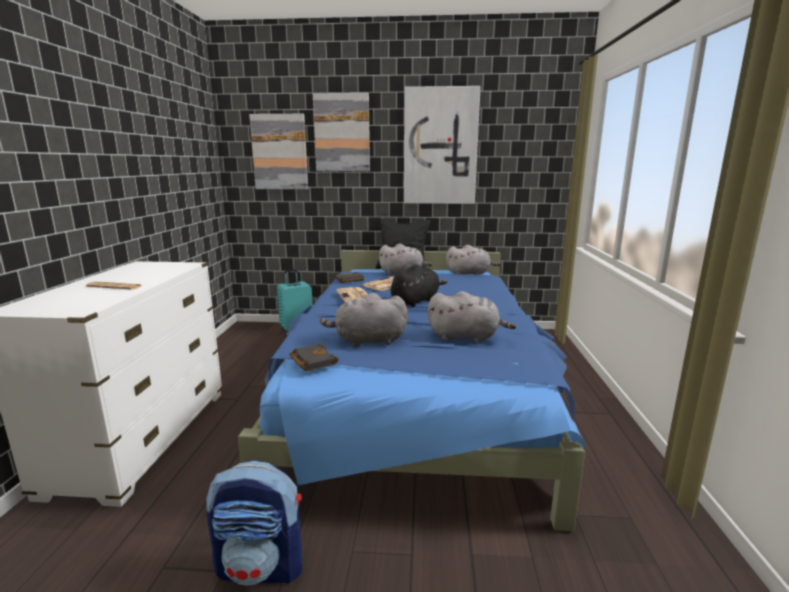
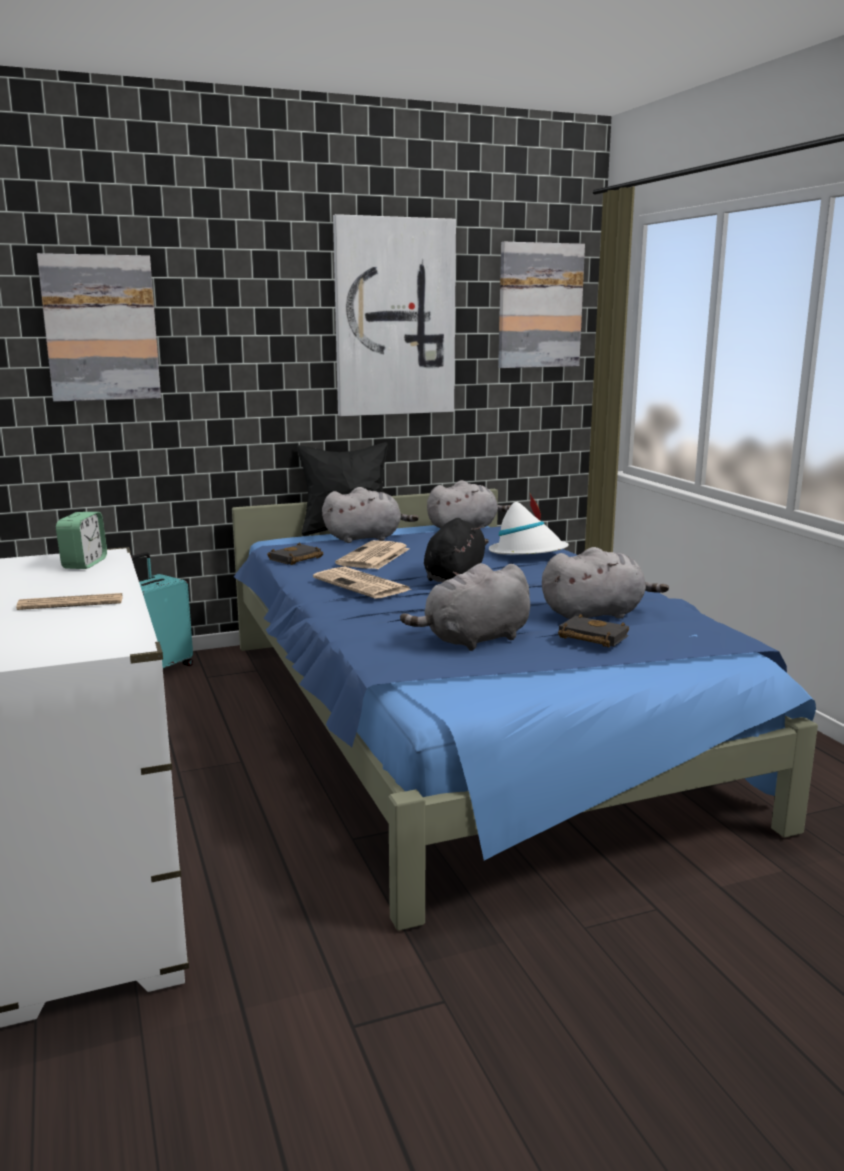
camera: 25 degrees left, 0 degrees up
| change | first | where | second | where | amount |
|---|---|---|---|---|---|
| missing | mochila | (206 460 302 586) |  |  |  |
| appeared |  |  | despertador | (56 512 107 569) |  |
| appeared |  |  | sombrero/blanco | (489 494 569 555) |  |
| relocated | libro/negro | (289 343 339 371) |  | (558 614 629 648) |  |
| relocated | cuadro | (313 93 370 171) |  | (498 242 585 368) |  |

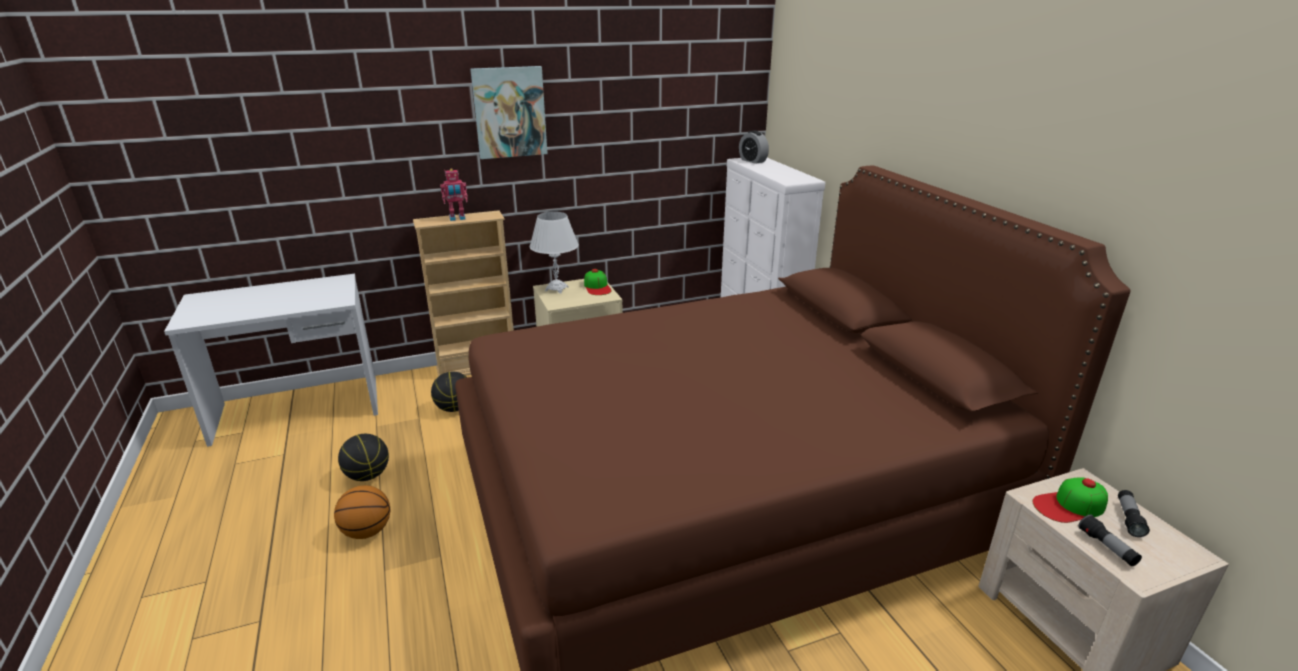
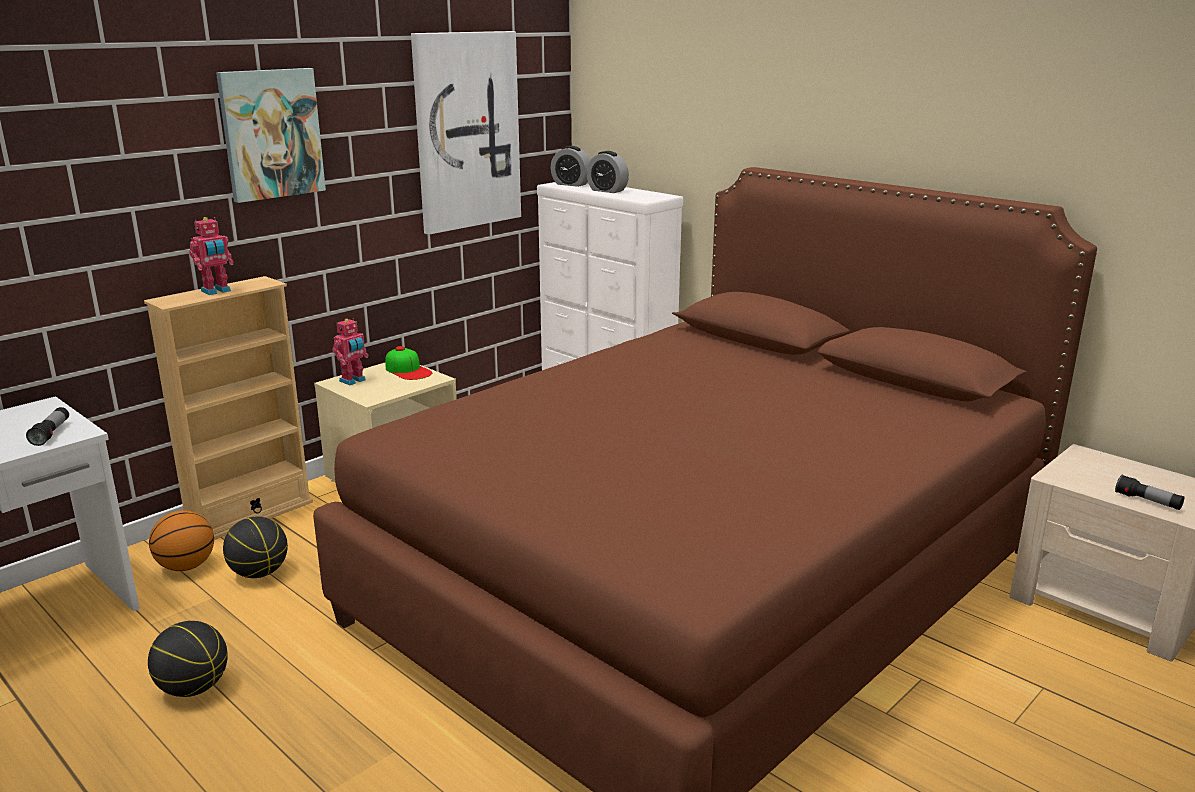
camera: 25 degrees left, 5 degrees down
| change | first | where | second | where | amount |
|---|---|---|---|---|---|
| missing | gorra | (1033 477 1108 523) |  |  |  |
| appeared |  |  | cuadro | (411 31 521 235) |  |
| appeared |  |  | despertador | (586 151 629 193) |  |
| relocated | balón de baloncesto | (334 485 390 539) |  | (149 511 214 571) |  |
| relocated | linterna | (1118 490 1150 537) |  | (26 407 69 446) |  |
| exchanged | lámpara de mesa/blanco | (530 212 579 293) | robot de juguete | (332 318 369 385) |  |

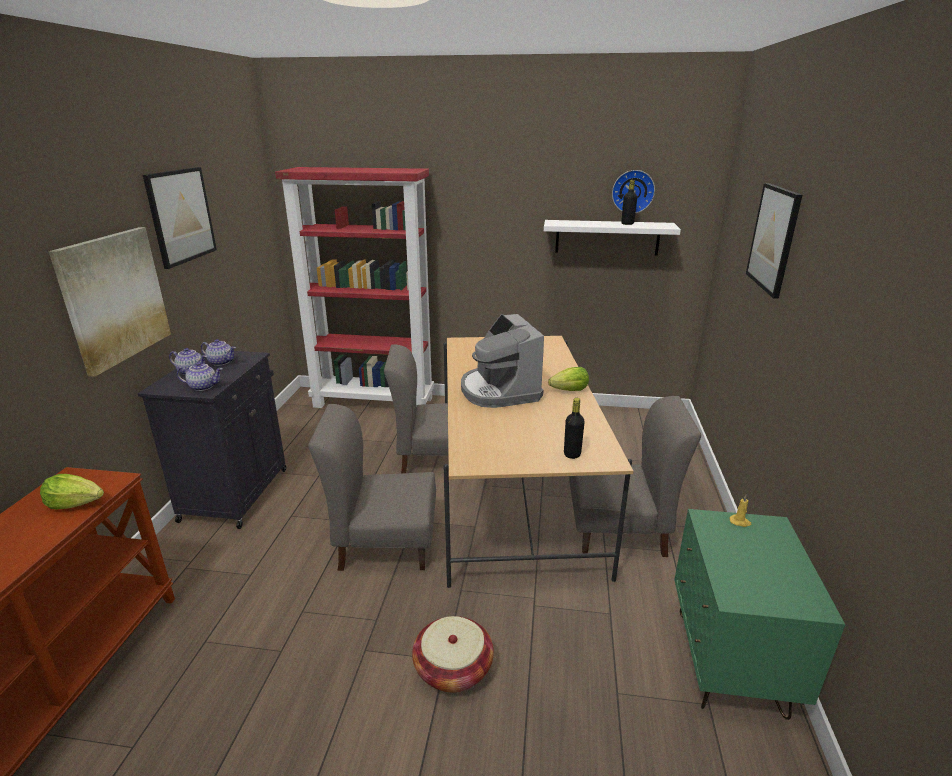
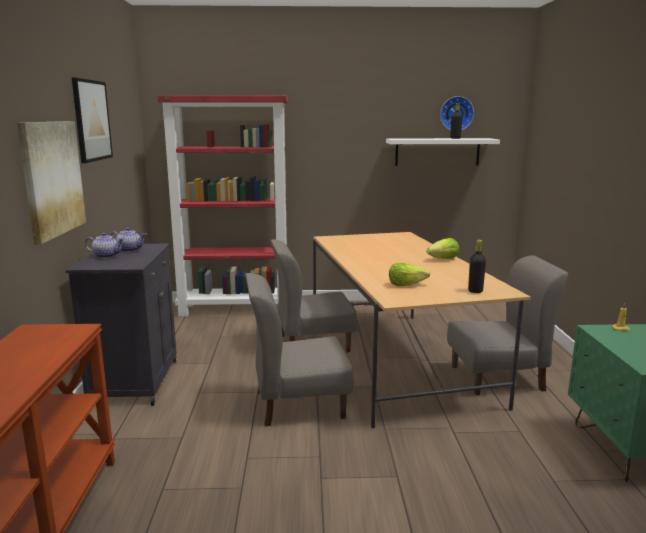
camera: 10 degrees left, 10 degrees down
| change | first | where | second | where | amount |
|---|---|---|---|---|---|
| missing | tetera | (177 362 223 391) |  |  |  |
| missing | cesta | (412 616 494 693) |  |  |  |
| missing | cafetera | (461 314 544 408) |  |  |  |
| missing | cuadro | (746 183 802 299) |  |  |  |
| relocated | lechuga | (40 474 104 509) |  | (389 263 430 286) |  |

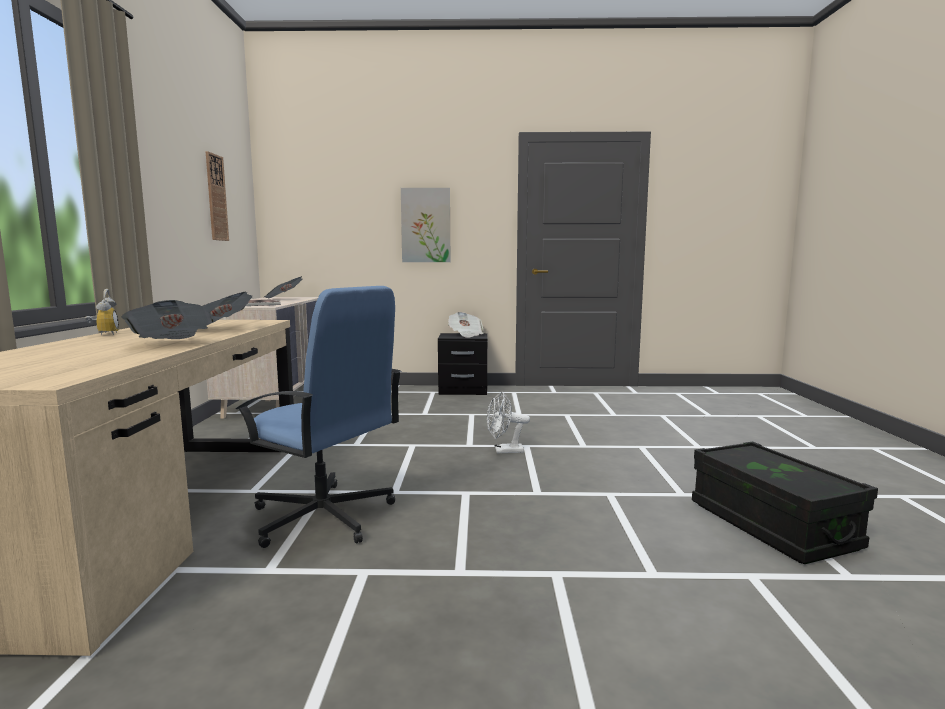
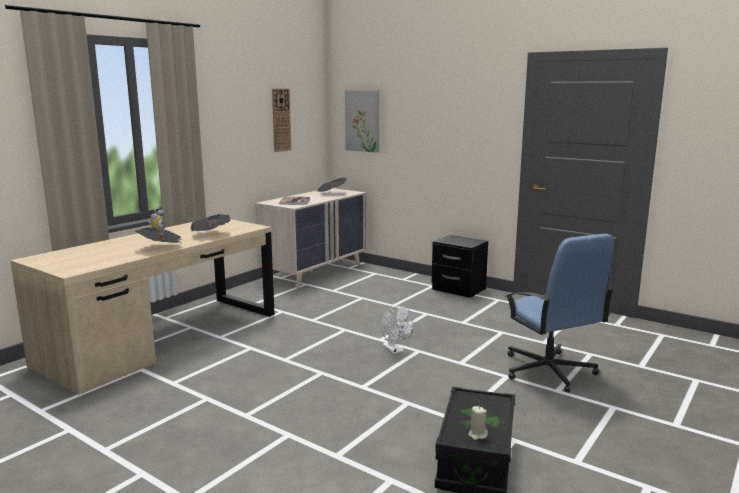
camera: 35 degrees right, 5 degrees up
| change | first | where | second | where | amount |
|---|---|---|---|---|---|
| missing | periódico | (448 312 483 338) |  |  |  |
| appeared |  |  | vela/beis | (468 406 488 440) |  |
| relocated | silla de oficina/azul | (236 286 402 548) |  | (506 234 614 393) |  |
| relocated | cuadro | (401 188 450 262) |  | (345 90 379 153) |  |
| spun | ventilador/blanco | (487 392 530 454) |  | (381 306 414 354) | 150 degrees counterclockwise |

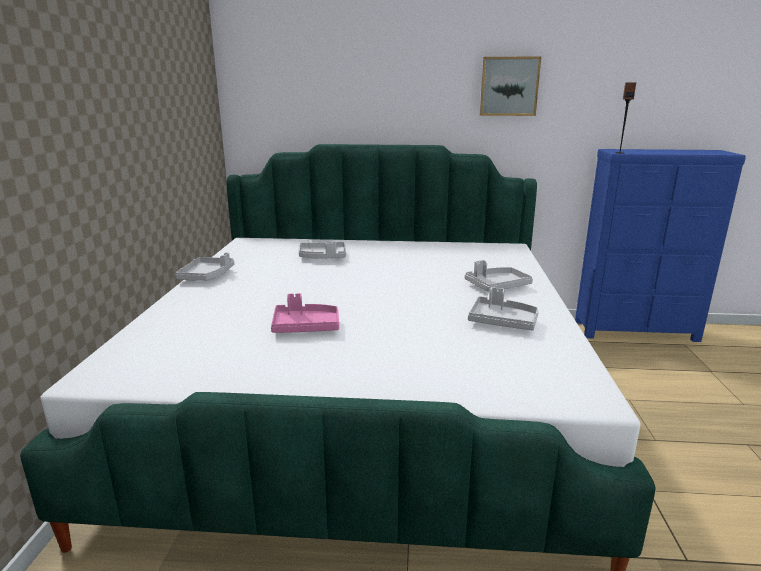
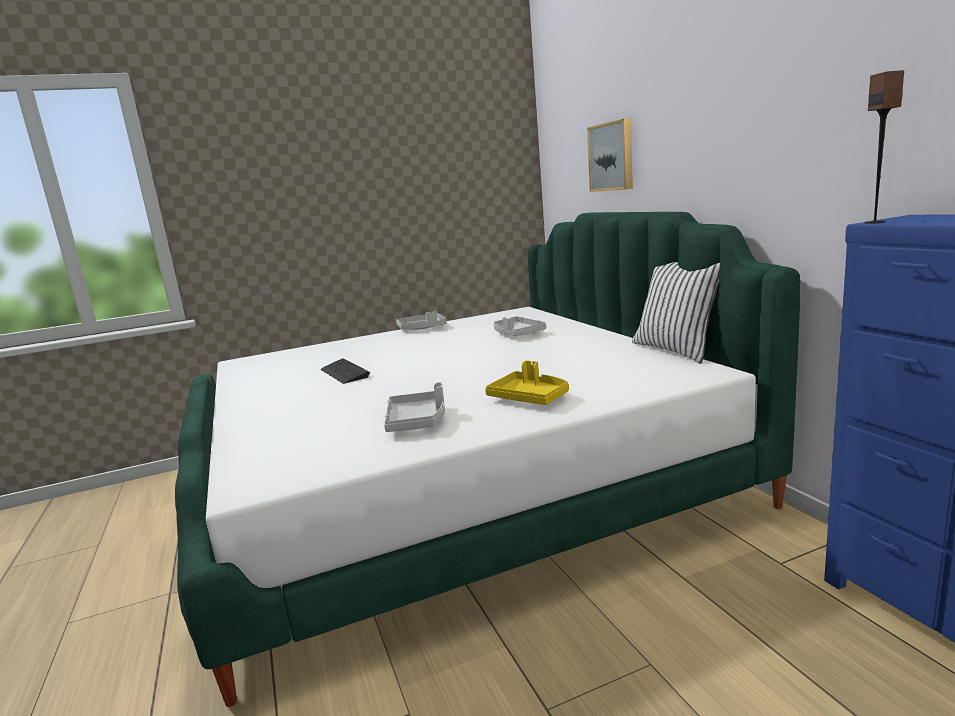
camera: 65 degrees right, 5 degrees down
| change | first | where | second | where | amount |
|---|---|---|---|---|---|
| appeared |  |  | cojín/blanco | (632 262 720 364) |  |
| relocated | cuadro | (480 57 541 116) |  | (587 118 633 192) |  |
| exchanged | bandeja/rosa | (271 293 339 333) | teclado | (321 358 370 384) |  |
| colour | bandeja/gris | (465 260 533 292) | bandeja/amarillo | (485 360 569 405) |  |

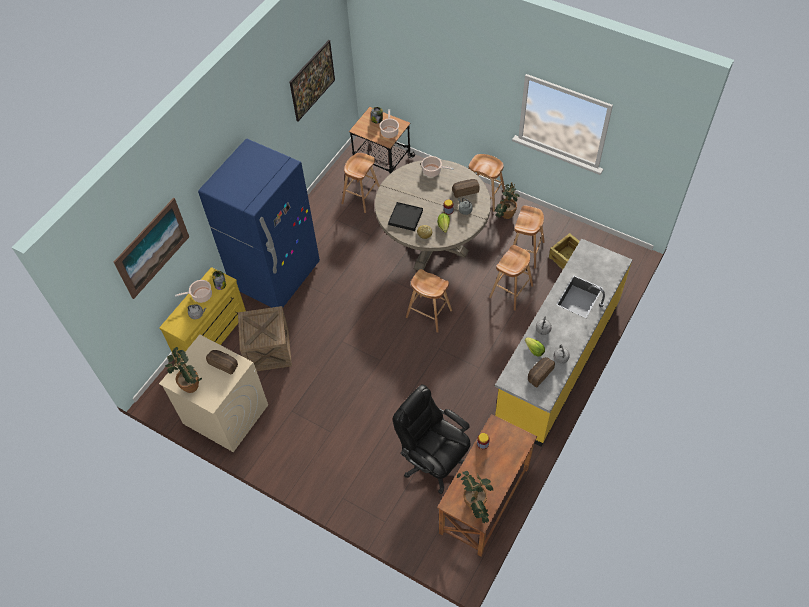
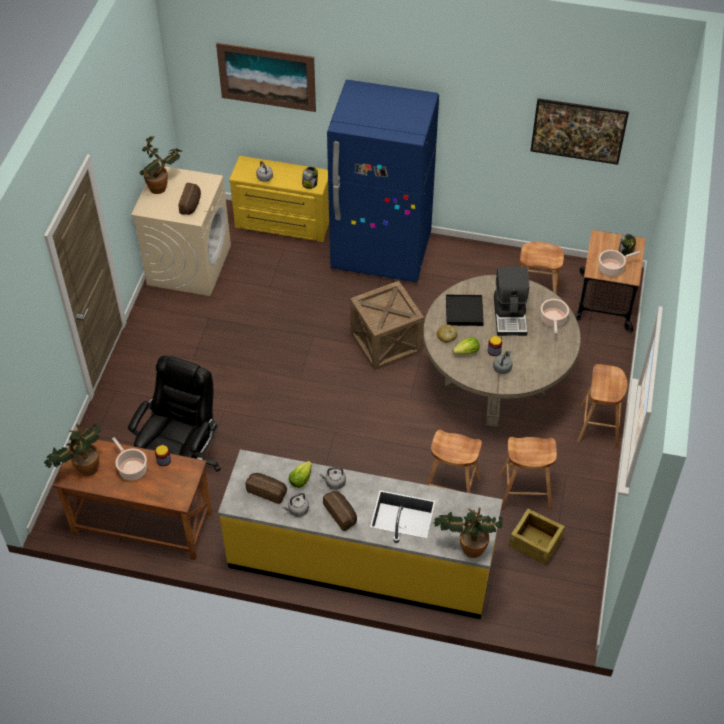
camera: 70 degrees right, 5 degrees down
| change | first | where | second | where | amount |
|---|---|---|---|---|---|
| missing | taburete/marrón | (406 269 452 333) |  |  |  |
| appeared |  |  | cafetera | (494 267 529 336) |  |
| relocated | olla | (175 280 212 303) |  | (112 437 147 481) |  |
| relocated | caja de embalaje | (238 306 292 371) |  | (350 281 424 371) |  |
| relocated | pan | (452 179 480 198) |  | (323 491 357 531) |  |
| relocated | planta en maceta | (495 182 520 219) |  | (434 507 503 558) |  |

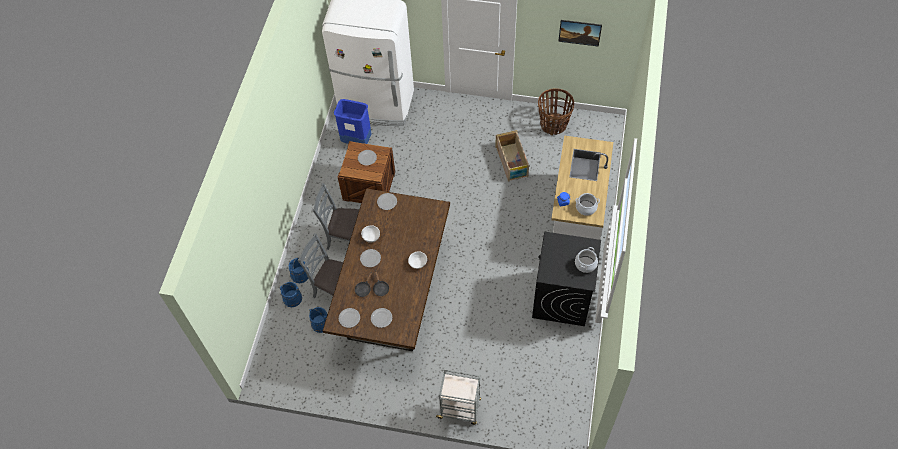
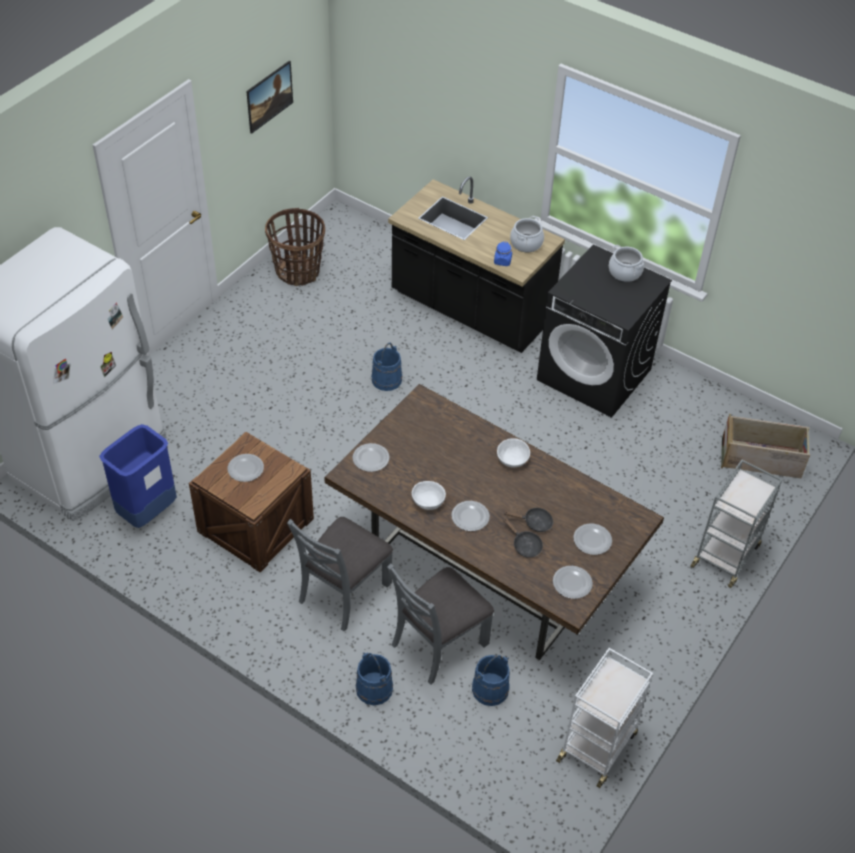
camera: 70 degrees left, 10 degrees down
| change | first | where | second | where | amount |
|---|---|---|---|---|---|
| appeared |  |  | carrito/blanco | (556 648 653 788) |  |
| relocated | cubo/azul | (279 282 302 307) |  | (371 343 402 391) |  |
| relocated | caja de embalaje | (495 130 529 181) |  | (721 414 810 478) |  |
| colour | mueble bajo de cocina/blanco | (551 136 613 240) | mueble bajo de cocina/negro | (388 177 565 353) |  |

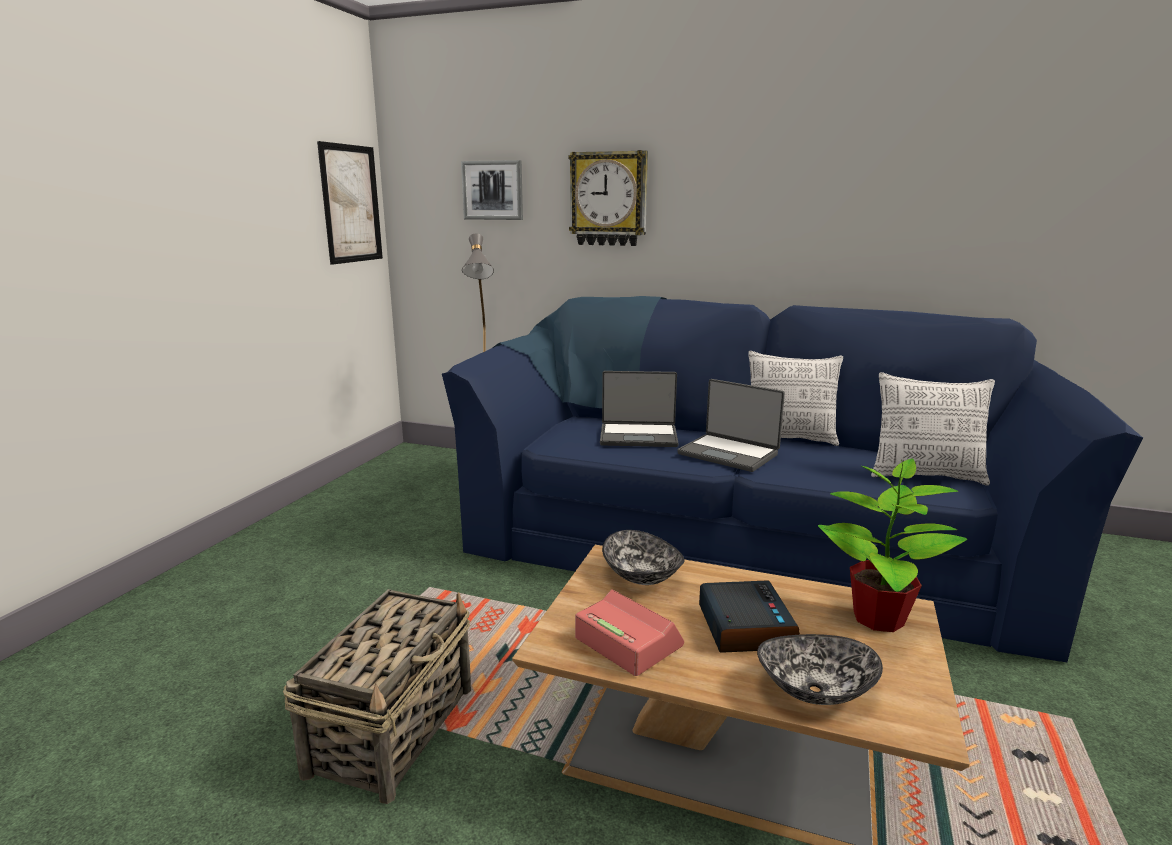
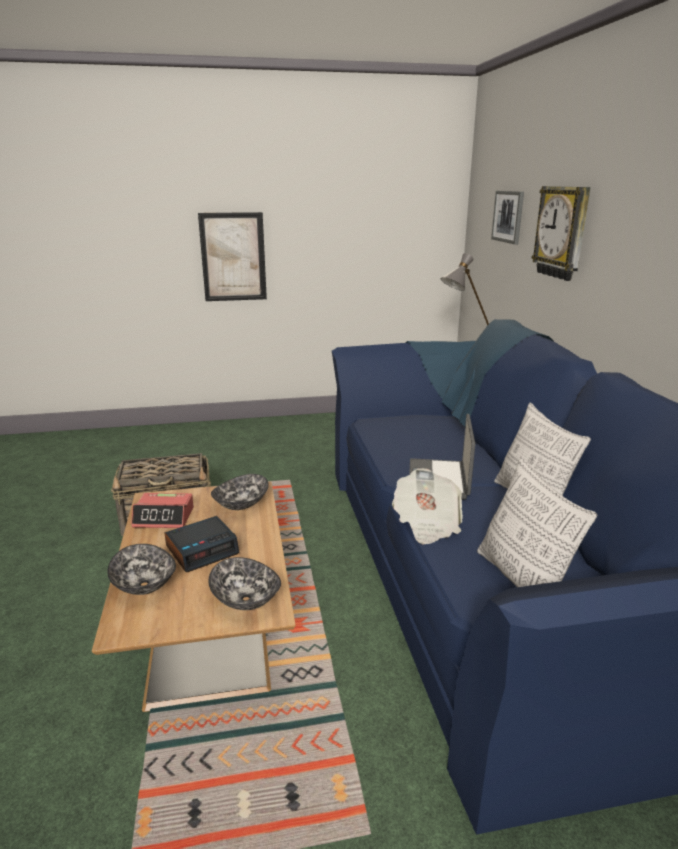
camera: 60 degrees right, 5 degrees up
| change | first | where | second | where | amount |
|---|---|---|---|---|---|
| missing | portátil | (600 371 678 447) |  |  |  |
| appeared |  |  | periódico | (392 468 463 545) |  |
| relocated | cuadro | (317 141 383 265) |  | (198 212 267 301) |  |
| exchanged | planta en maceta | (818 459 967 632) | cuenco | (209 557 281 610) |  |
| spun | despertador | (575 589 684 676) |  | (131 493 194 528) | 75 degrees clockwise |

